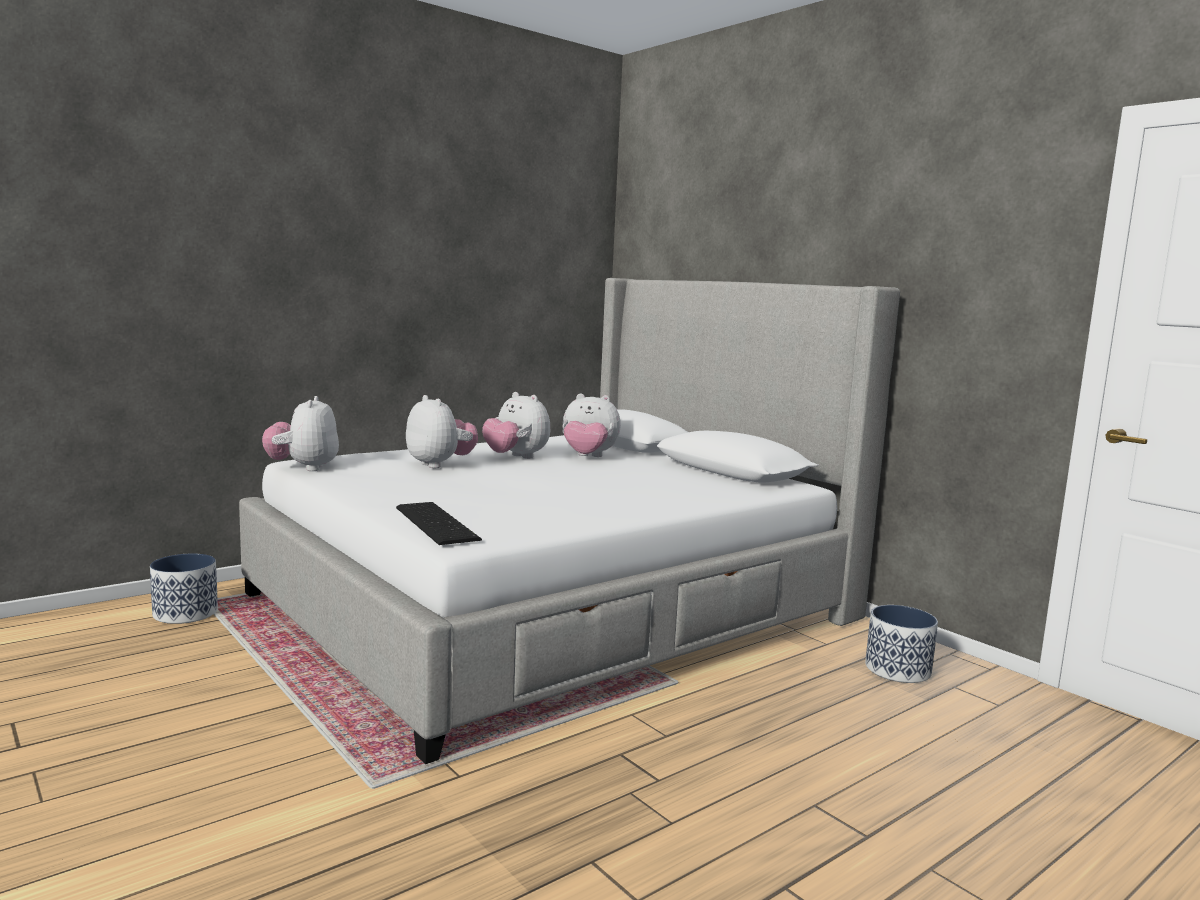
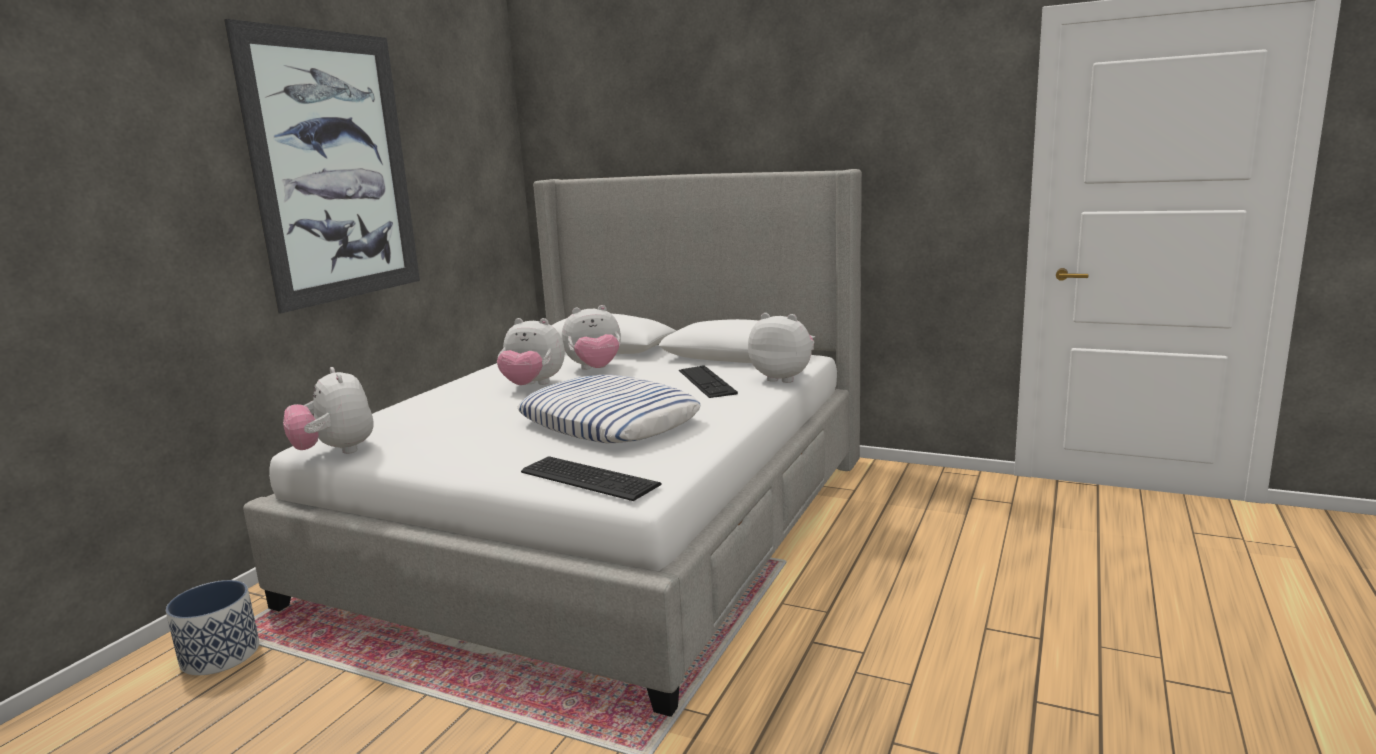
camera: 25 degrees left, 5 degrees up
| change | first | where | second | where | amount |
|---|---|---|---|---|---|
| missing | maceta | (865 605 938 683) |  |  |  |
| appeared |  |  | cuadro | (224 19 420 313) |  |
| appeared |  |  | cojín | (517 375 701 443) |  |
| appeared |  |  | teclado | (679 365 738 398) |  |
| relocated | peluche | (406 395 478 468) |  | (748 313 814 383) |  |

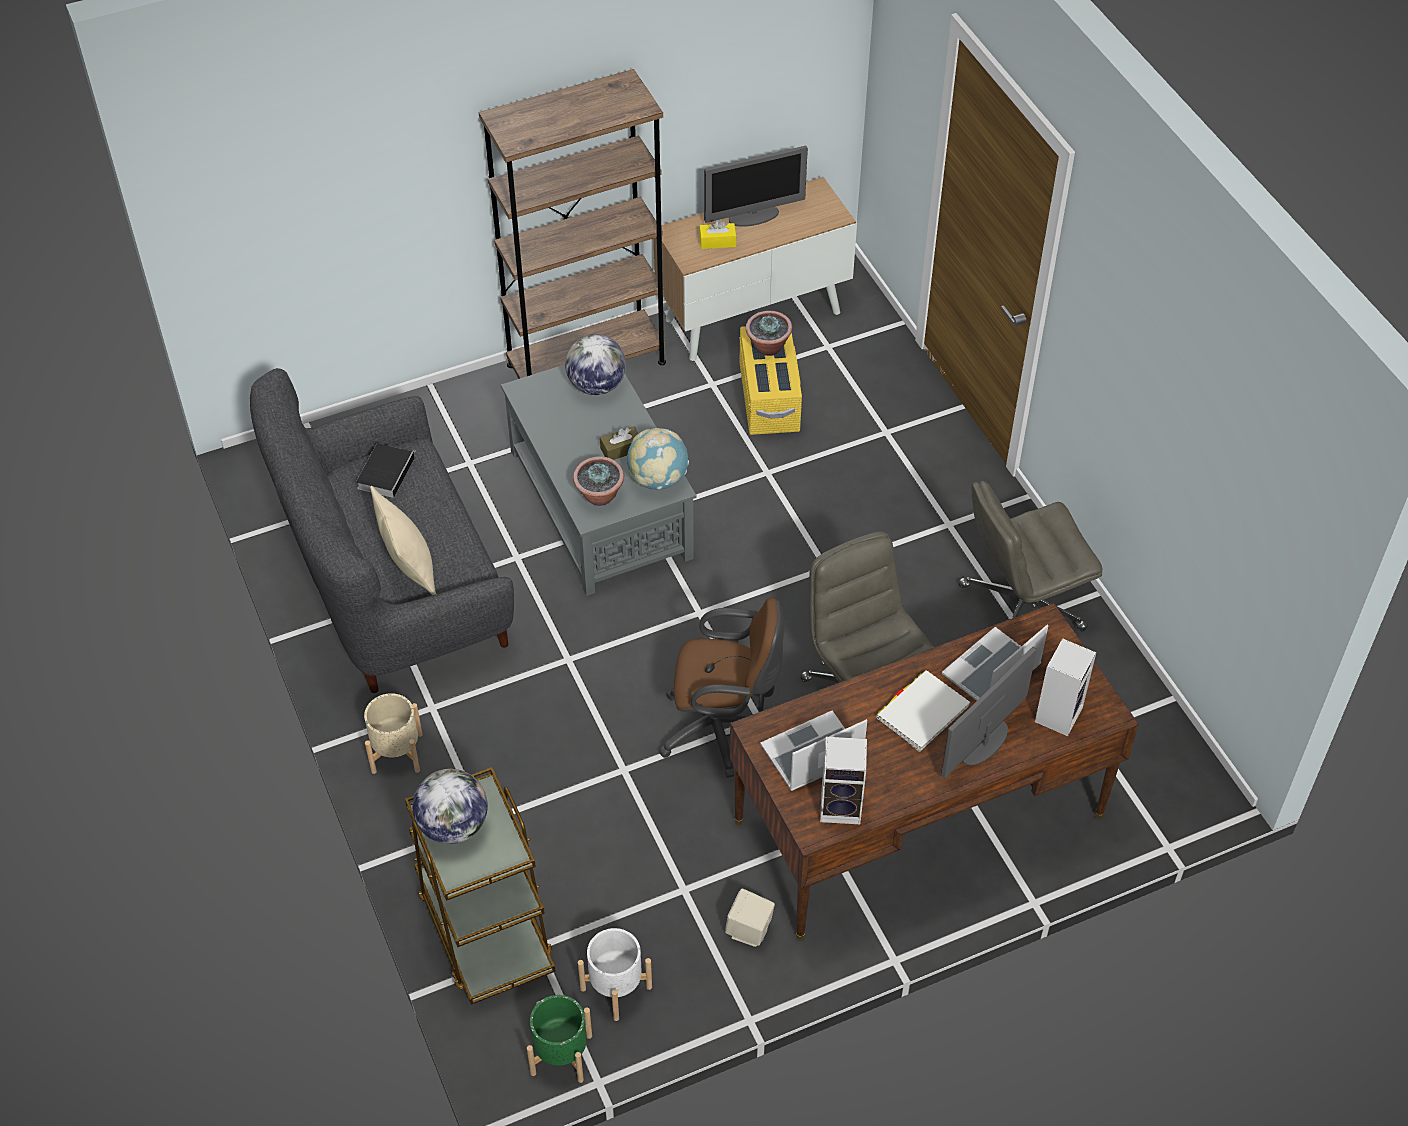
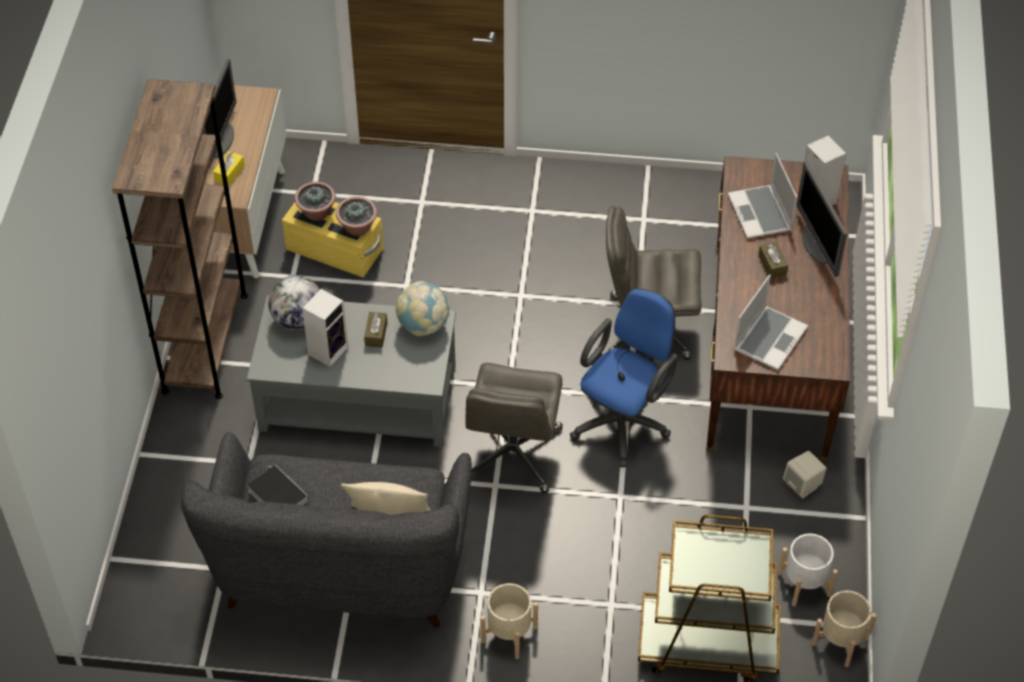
camera: 60 degrees left, 0 degrees up
| change | first | where | second | where | amount |
|---|---|---|---|---|---|
| missing | globo terráqueo | (412 769 488 844) |  |  |  |
| relocated | planta en maceta | (573 456 624 506) |  | (336 196 377 236) |  |
| relocated | altavoz | (820 737 867 824) |  | (302 289 348 367) |  |
| relocated | silla de oficina/gris | (959 481 1103 631) |  | (465 363 563 494) |  |
| exchanged | libro/blanco | (876 671 970 752) | caja de pañuelos/marrón | (759 242 788 279) |  |
| colour | maceta/verde | (527 995 592 1083) | maceta/beis | (812 590 877 667) |  |
| colour | silla de oficina/marrón | (659 598 785 778) | silla de oficina/azul | (570 288 678 467) |  |
| spun | portátil | (760 710 867 791) |  | (734 274 808 370) | 150 degrees counterclockwise |

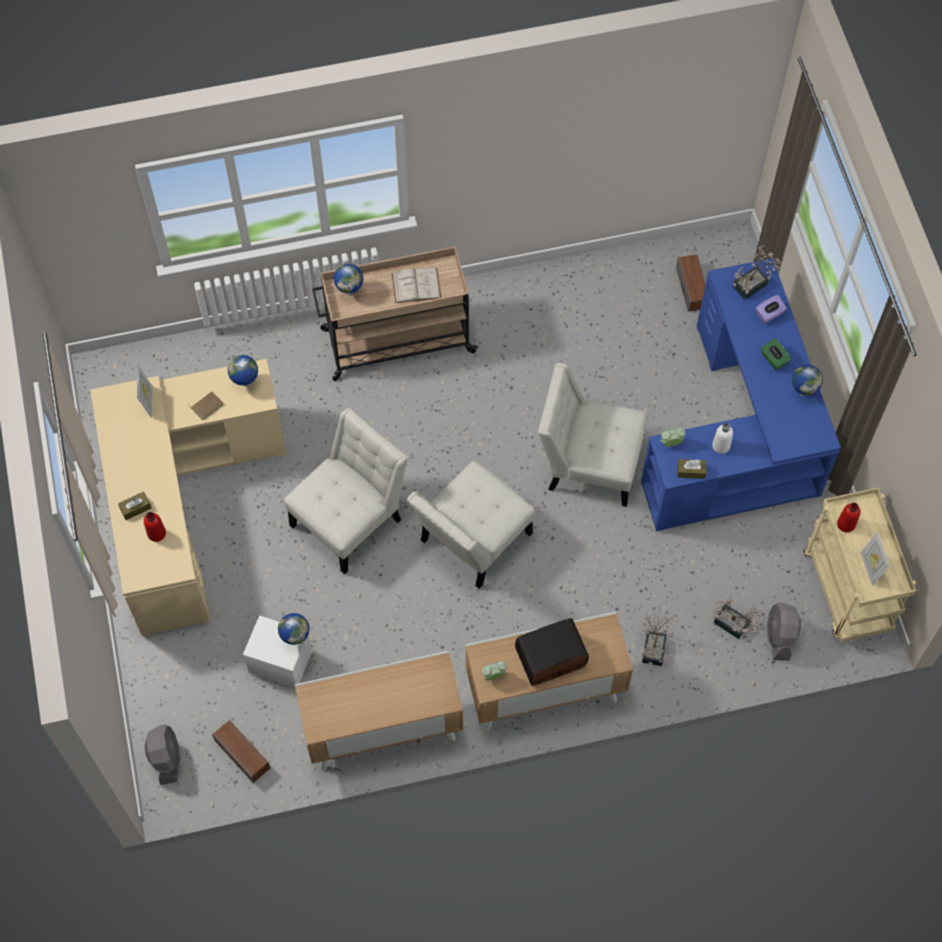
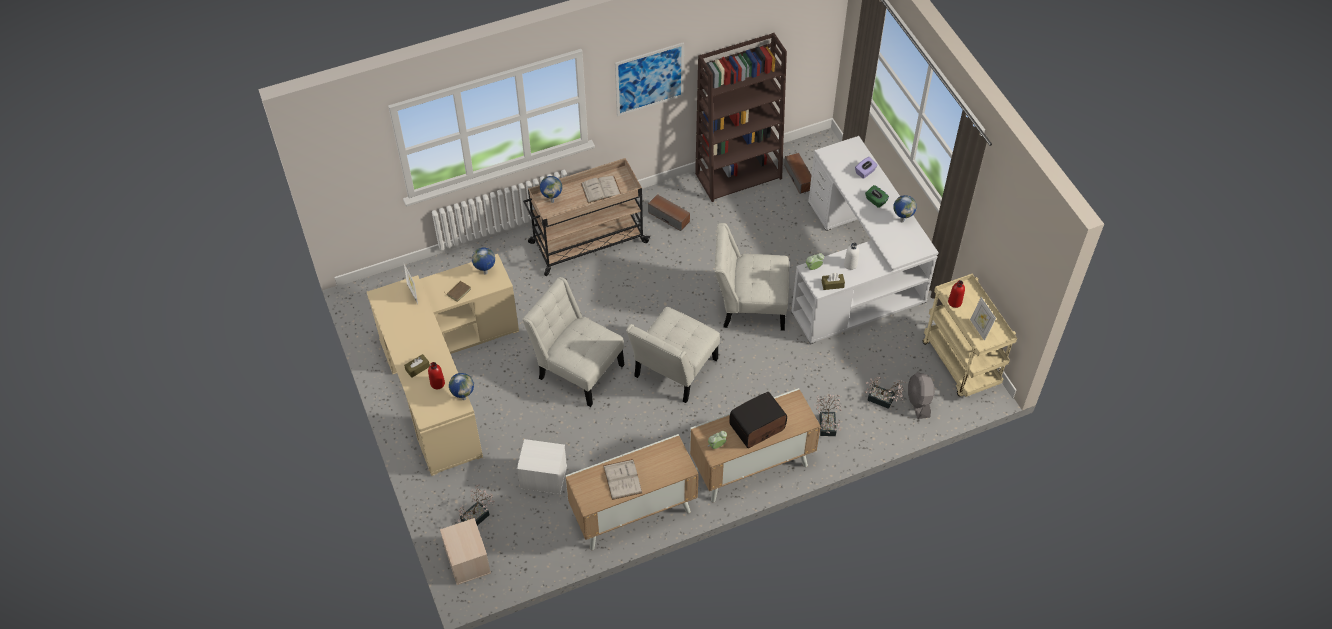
camera: 10 degrees left, 10 degrees down
| change | first | where | second | where | amount |
|---|---|---|---|---|---|
| appeared |  |  | libro/blanco | (603 459 642 500) |  |
| appeared |  |  | cuadro | (615 42 684 116) |  |
| appeared |  |  | estantería/marrón | (695 33 787 202) |  |
| relocated | altavoz | (212 720 270 783) |  | (648 194 690 231) |  |
| relocated | globo terráqueo | (278 613 310 645) |  | (449 373 474 400) |  |
| relocated | planta en maceta | (733 245 781 300) |  | (458 484 495 525) |  |
| exchanged | ventilador/gris | (145 725 180 785) | caja de almacenaje/beis | (440 518 491 585) |  |
| colour | escritorio/azul | (641 258 841 531) | escritorio/blanco | (791 136 939 344) |  |
| spun | silla/blanco | (284 408 408 574) |  | (522 277 624 407) | 90 degrees counterclockwise |

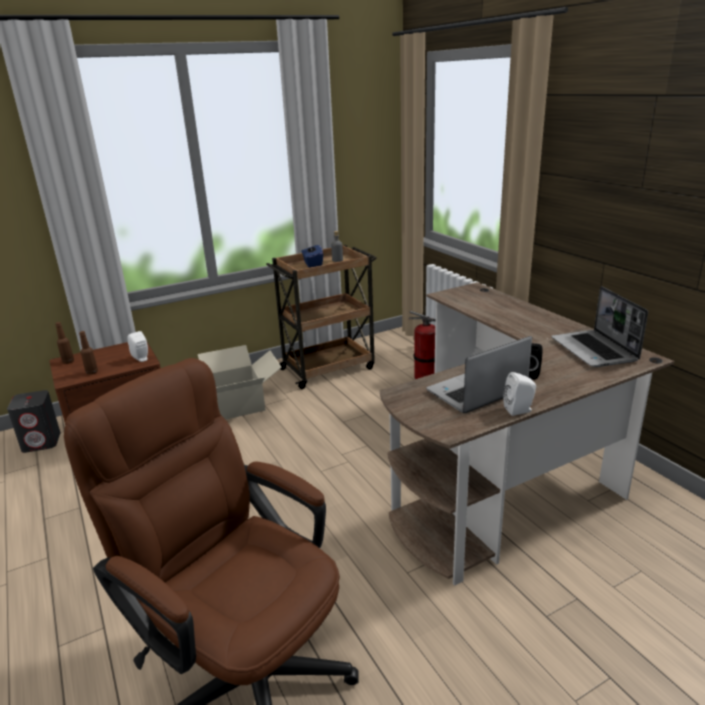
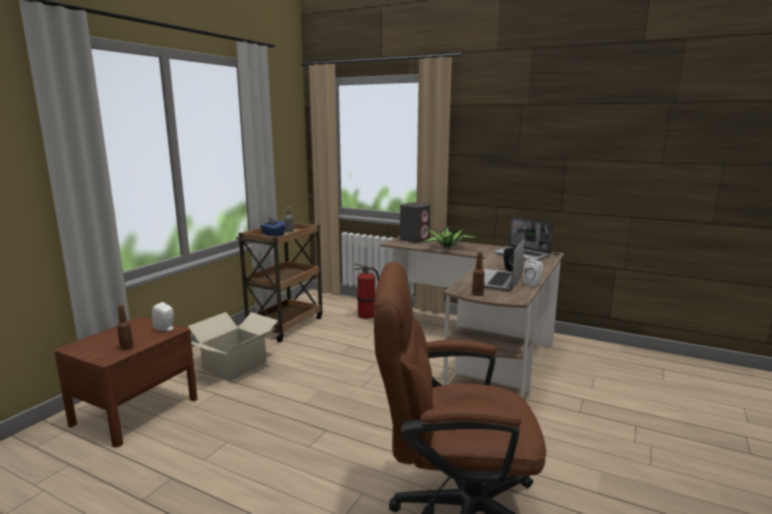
camera: 35 degrees left, 10 degrees down
| change | first | where | second | where | amount |
|---|---|---|---|---|---|
| appeared |  |  | planta en maceta | (421 227 479 248) |  |
| relocated | altavoz/gris | (7 390 61 453) |  | (400 202 431 243) |  |
| relocated | botella/marrón | (55 322 74 364) |  | (472 252 485 296) |  |

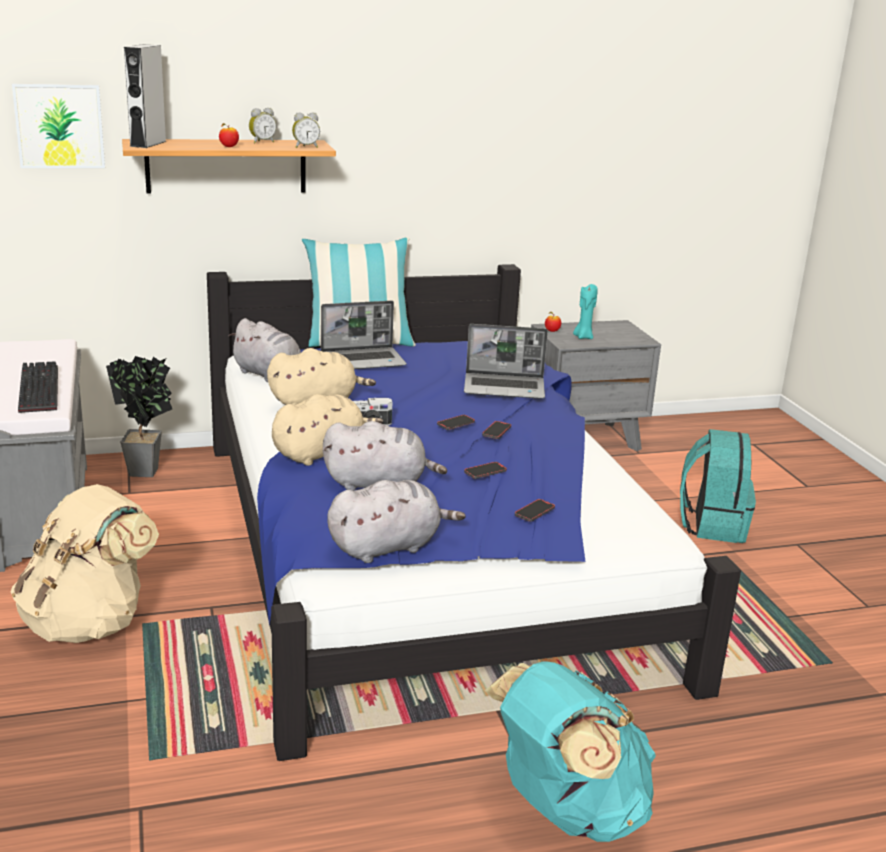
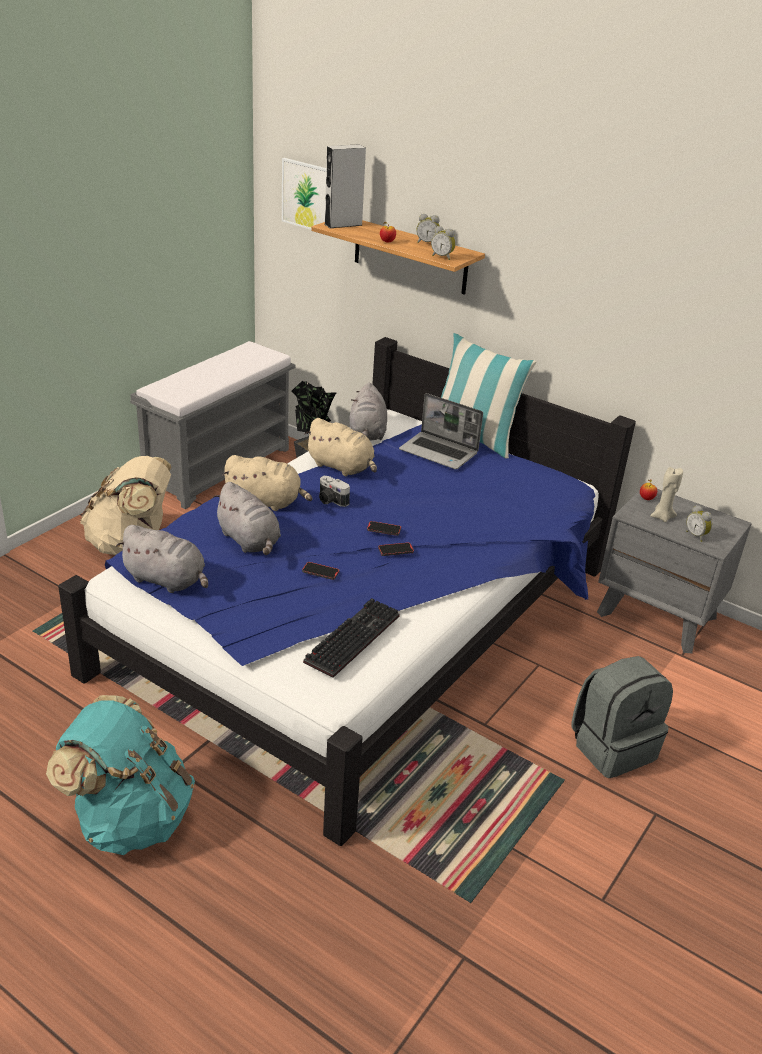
camera: 50 degrees right, 10 degrees up
| change | first | where | second | where | amount |
|---|---|---|---|---|---|
| missing | portátil | (464 324 548 398) |  |  |  |
| missing | móvil | (515 499 555 522) |  |  |  |
| appeared |  |  | despertador | (686 505 712 542) |  |
| relocated | teclado | (18 361 58 413) |  | (303 598 400 678) |  |
| colour | vela/turquesa | (573 284 598 339) | vela/beis | (650 467 683 522) |  |
| colour | mochila/turquesa | (680 429 756 543) | mochila/gris | (571 656 673 778) |  |

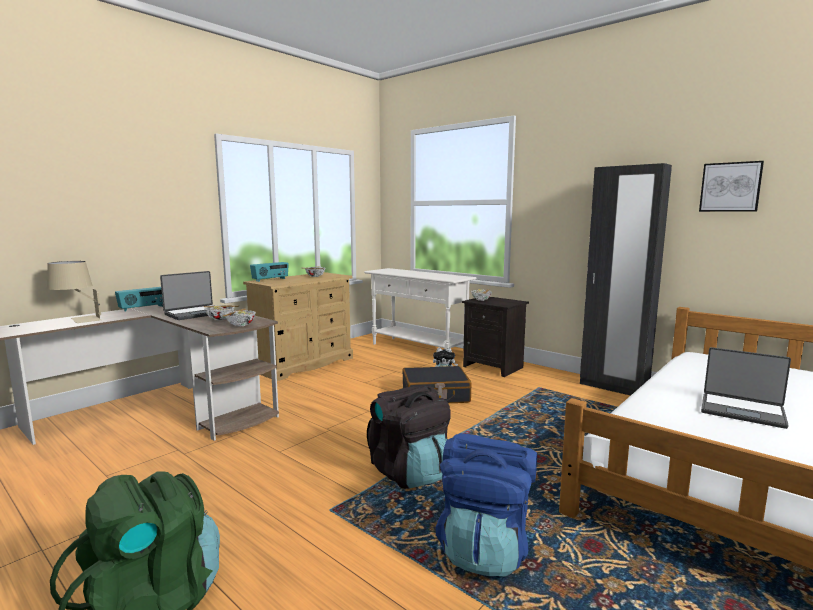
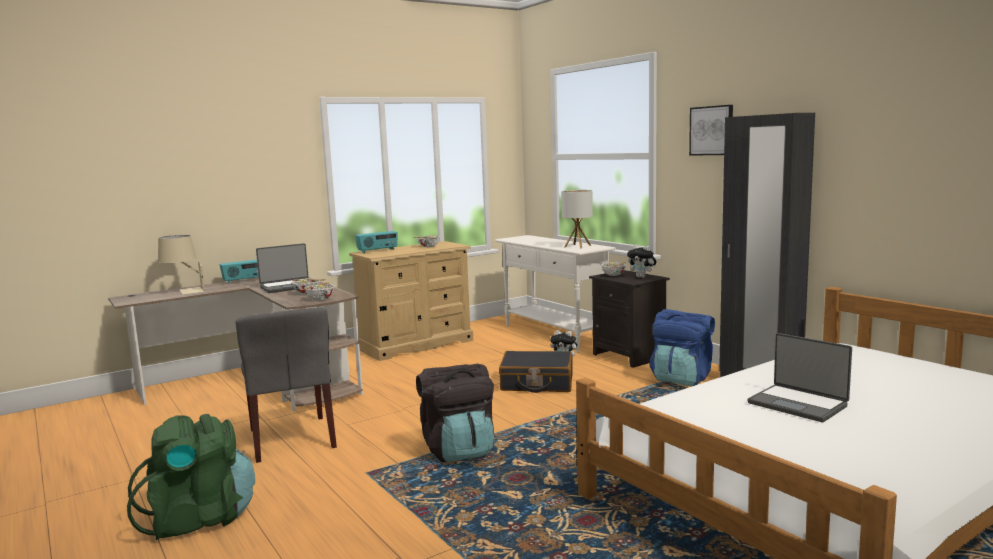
camera: 15 degrees right, 0 degrees up
| change | first | where | second | where | amount |
|---|---|---|---|---|---|
| appeared |  |  | silla/gris | (236 307 337 463) |  |
| appeared |  |  | lámpara de mesa | (561 190 593 248) |  |
| appeared |  |  | peluche | (627 245 657 278) |  |
| relocated | mochila/azul | (436 433 537 577) |  | (649 309 715 387) |  |
| relocated | cuadro | (699 161 764 212) |  | (689 105 733 156) |  |

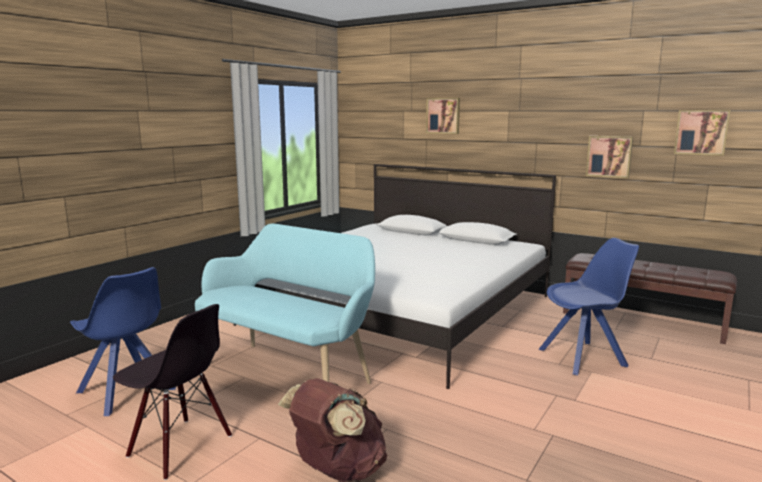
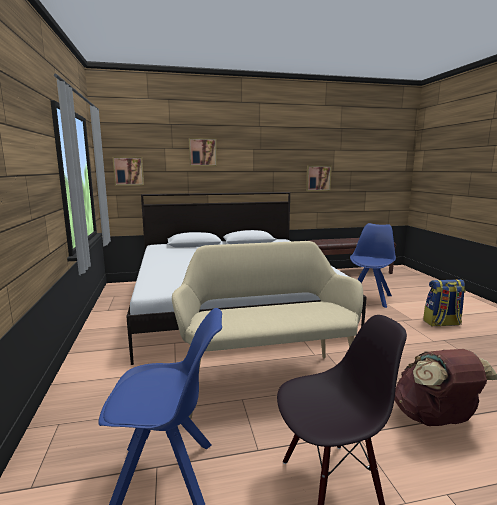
camera: 45 degrees left, 0 degrees up
| change | first | where | second | where | amount |
|---|---|---|---|---|---|
| appeared |  |  | mochila | (423 279 466 326) |  |
| relocated | cuadro | (674 110 731 156) |  | (113 157 144 186) |  |
| colour | banco/turquesa | (195 223 375 384) | banco/beis | (172 241 363 419) |  |

